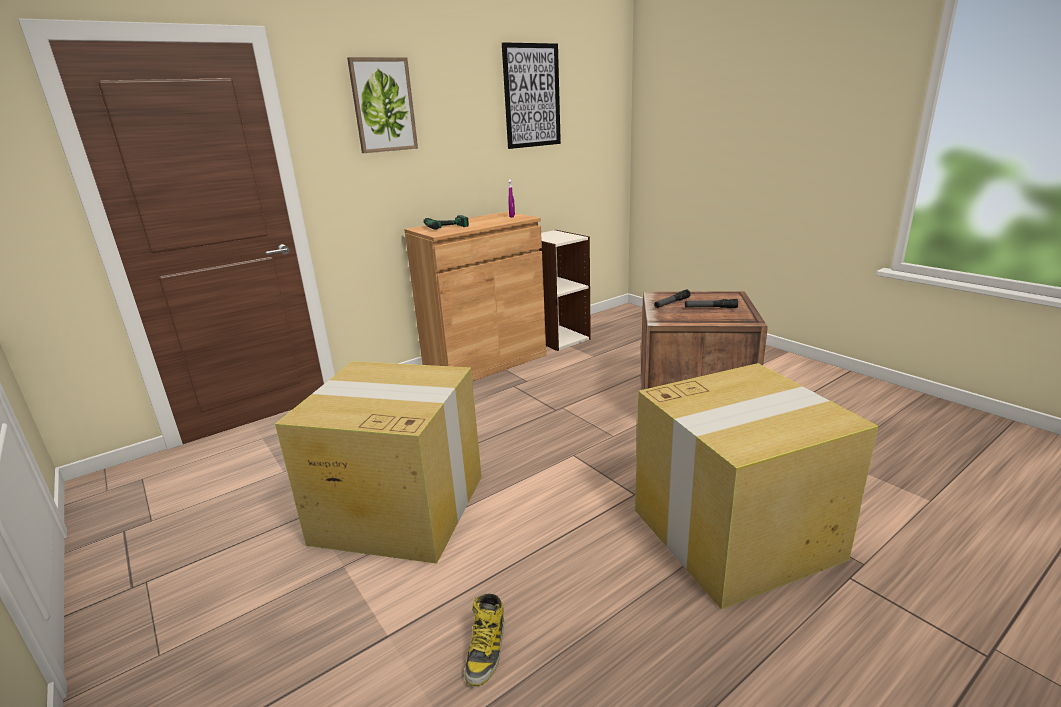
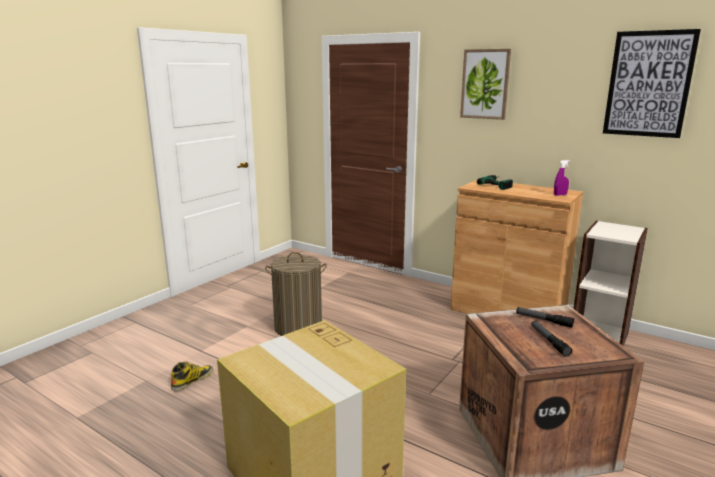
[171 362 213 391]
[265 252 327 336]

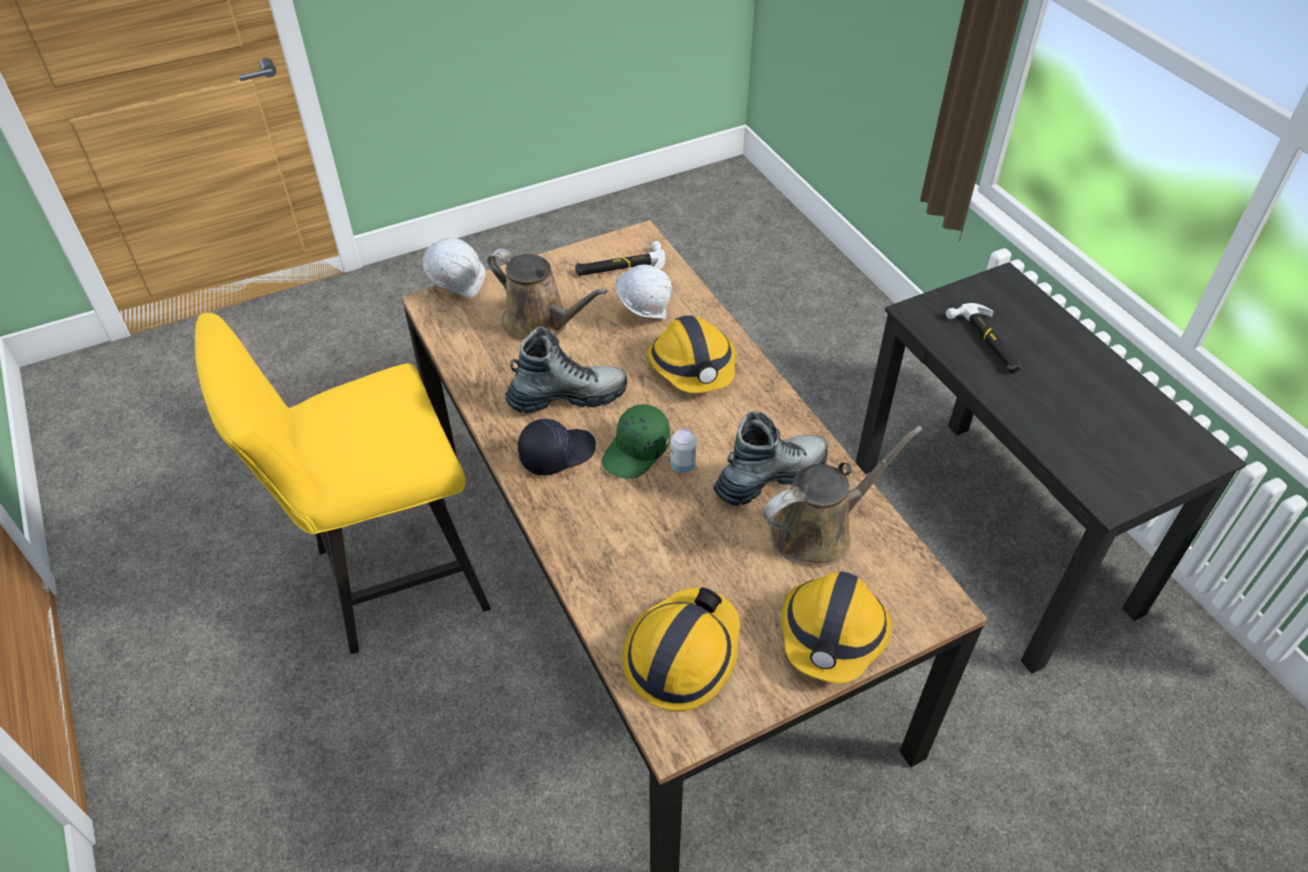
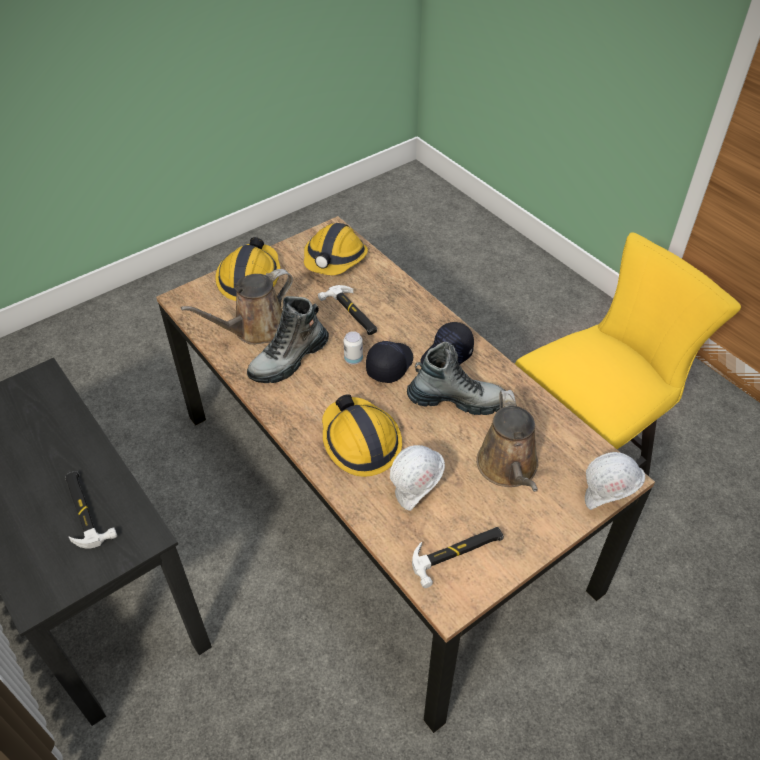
[318 285 377 335]
[366 341 413 383]
[407 342 506 415]
[476 390 538 492]

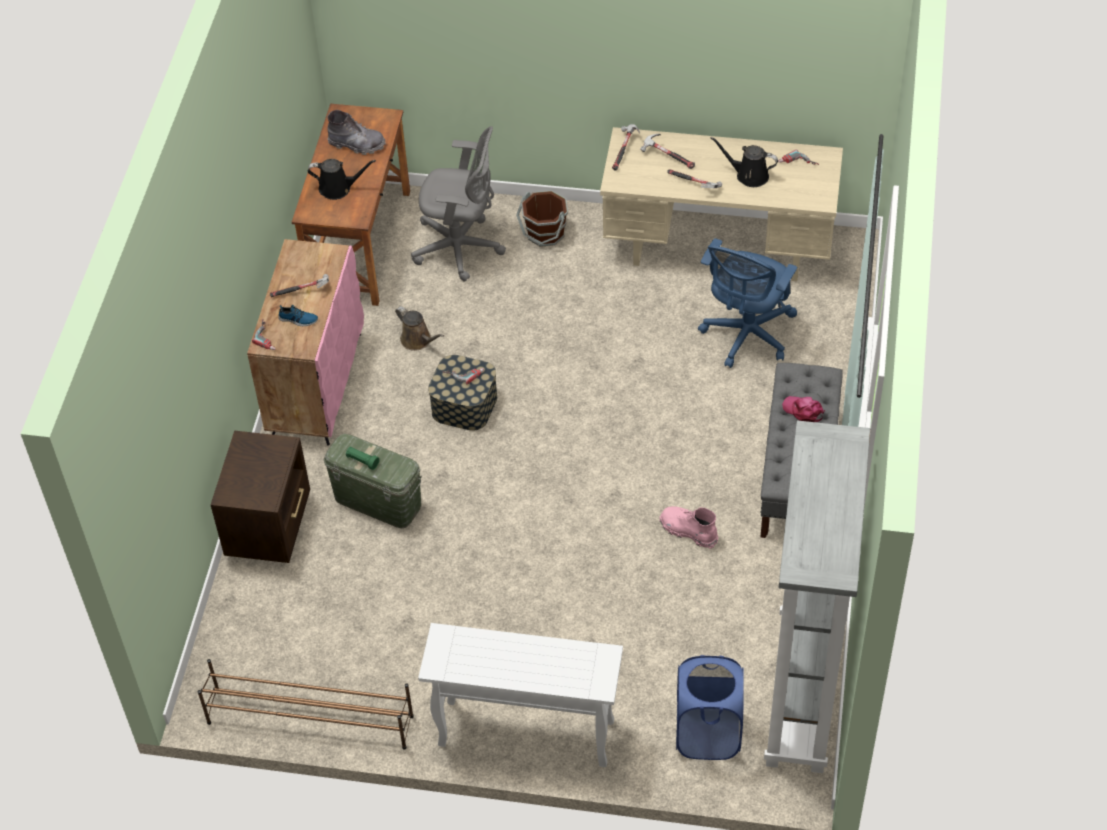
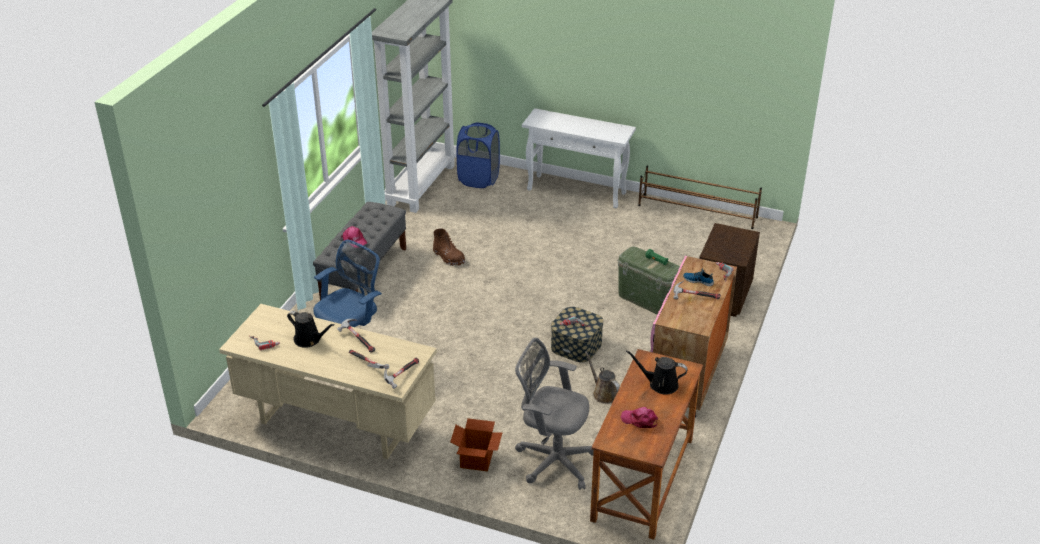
[433 228 465 266]
[450 418 502 471]
[621 407 658 428]

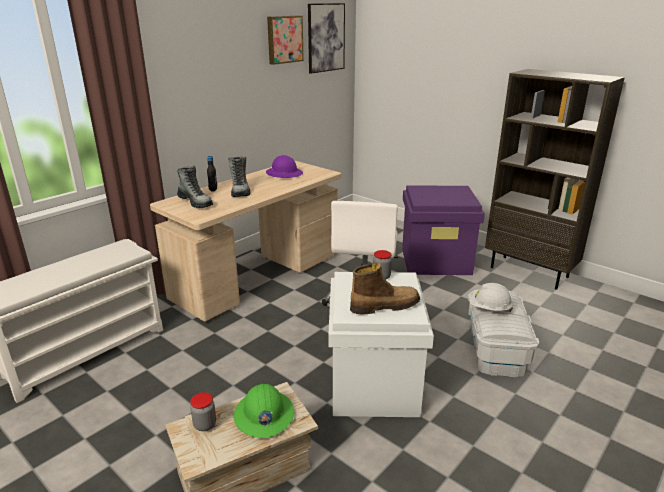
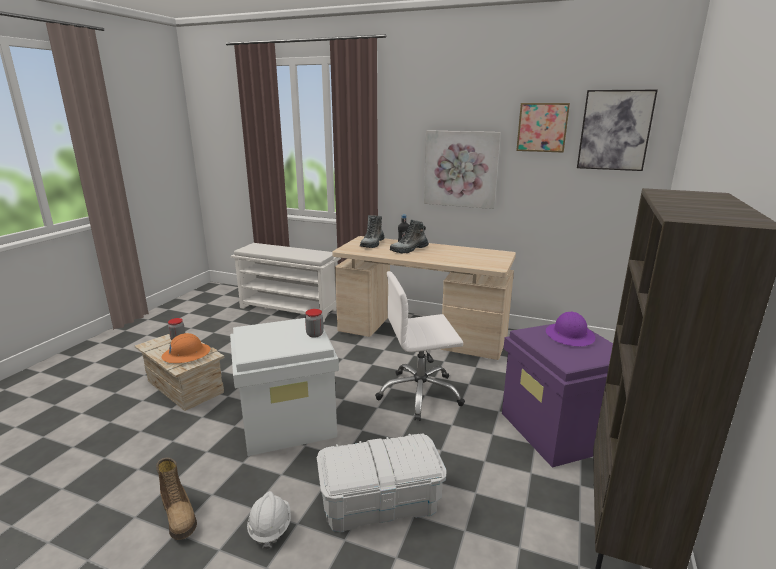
[156 458 197 540]
[162 333 211 363]
[247 491 291 549]
[424 130 501 209]
[546 311 595 346]

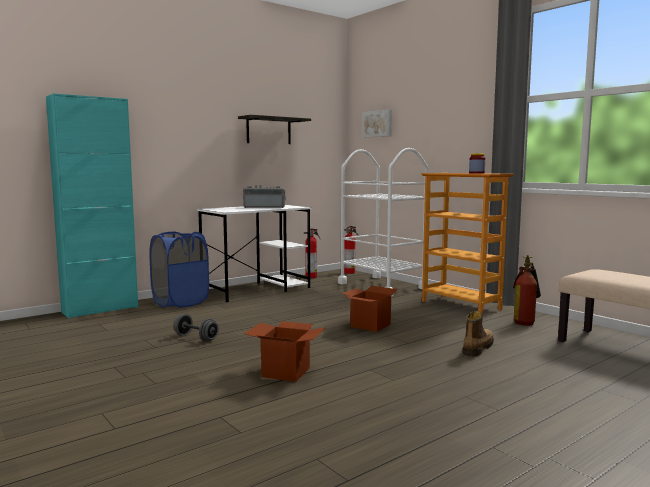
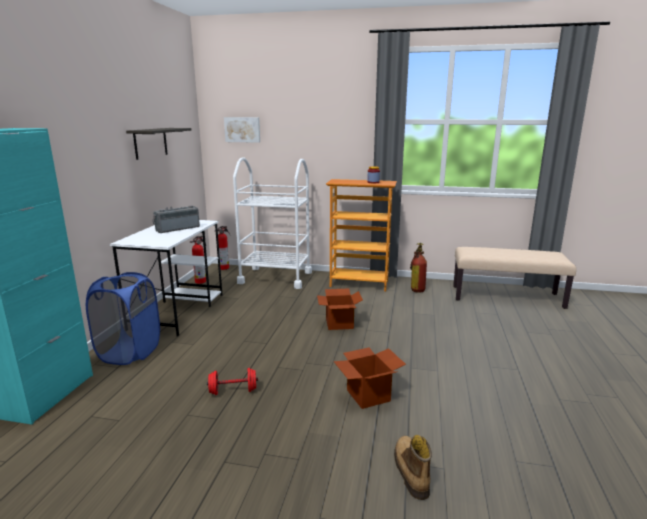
[207 368 258 395]
[394 435 432 500]

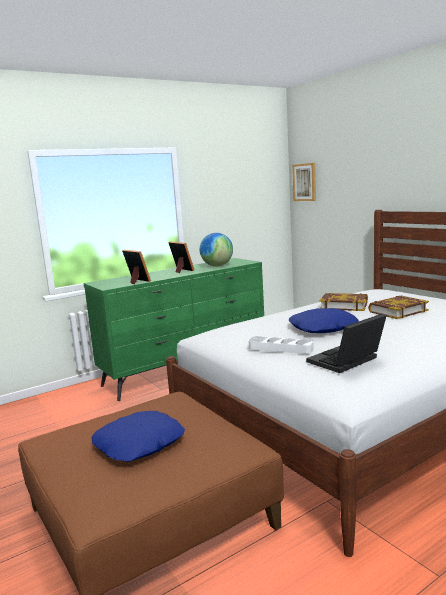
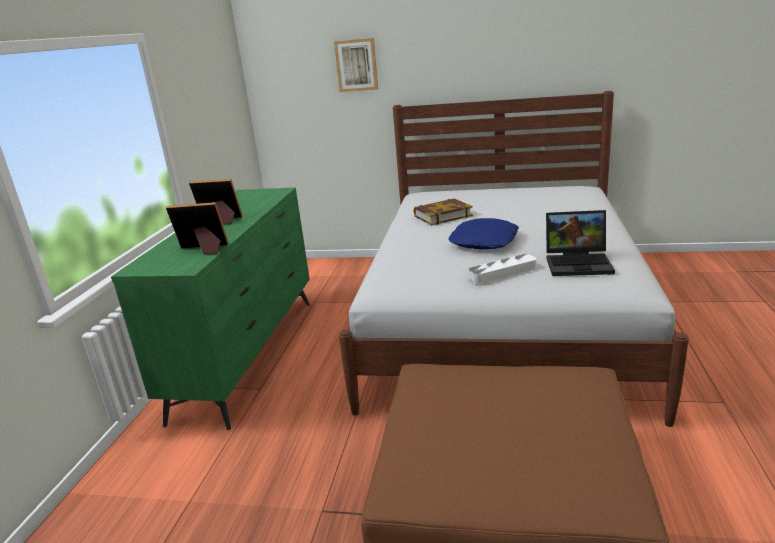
[334 38 378 92]
[546 210 615 276]
[92 411 185 462] (first image)
[200 233 233 266] (first image)
[368 296 429 319] (first image)

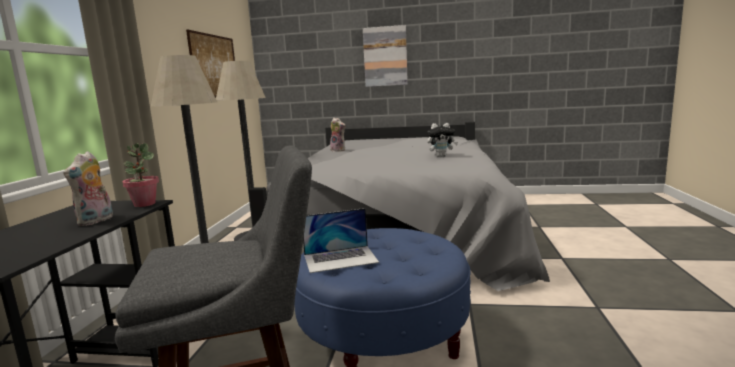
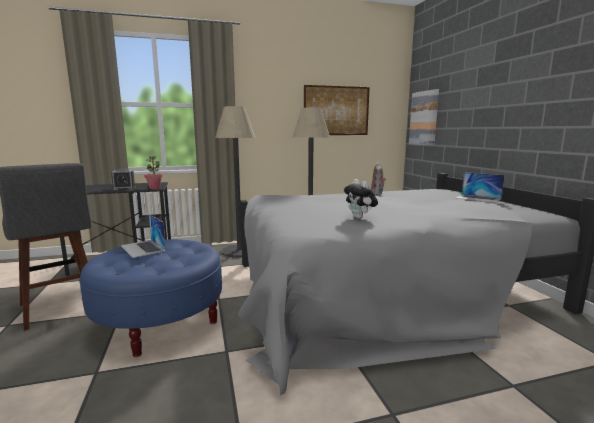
[111 168 136 190]
[409 89 439 146]
[456 172 505 203]

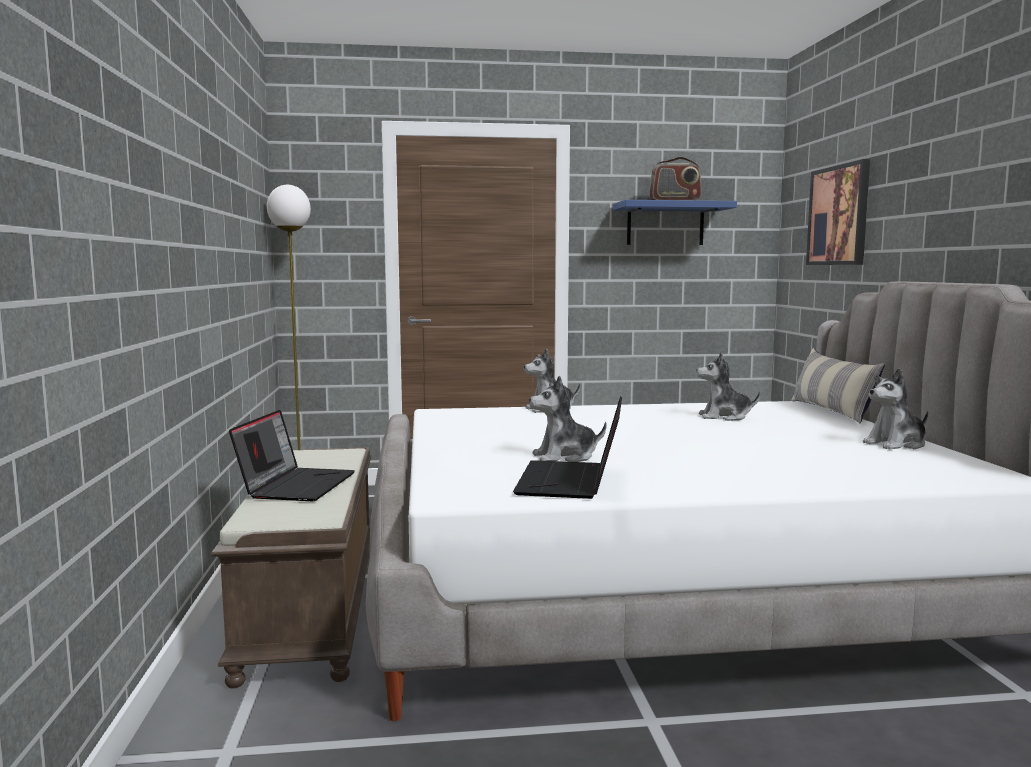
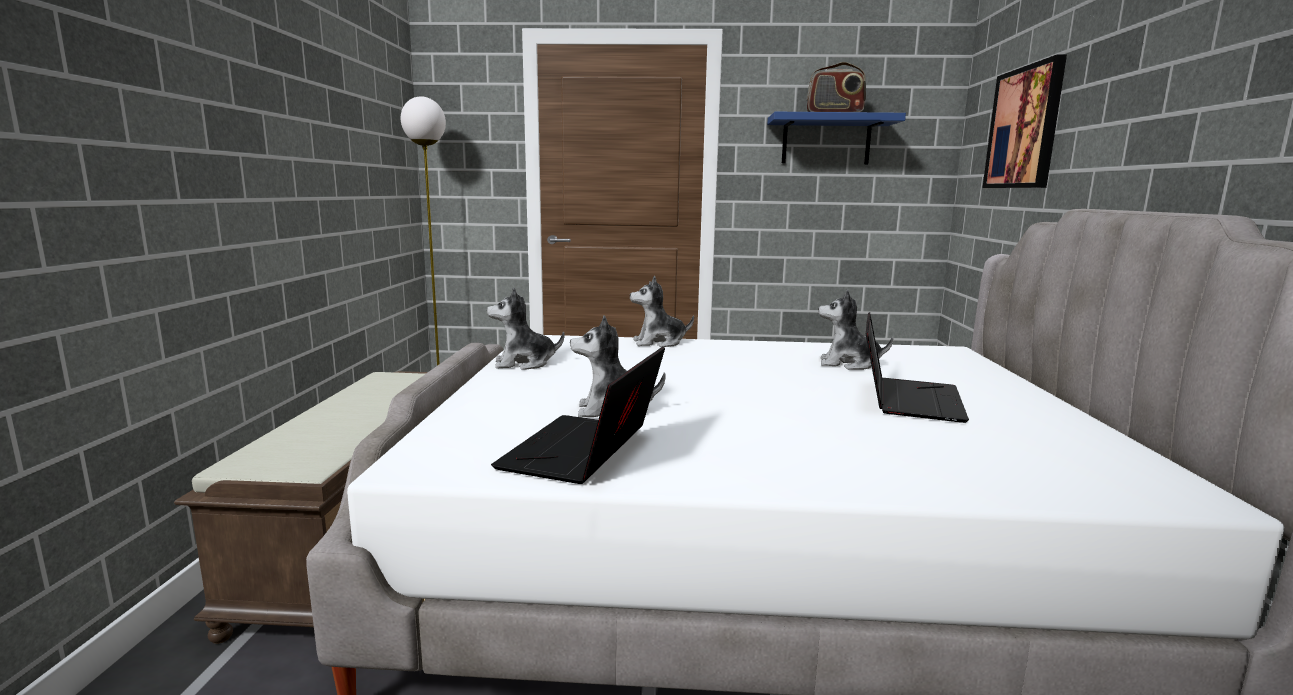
[487 287 565 370]
[866 312 969 423]
[791 349 885 423] (first image)

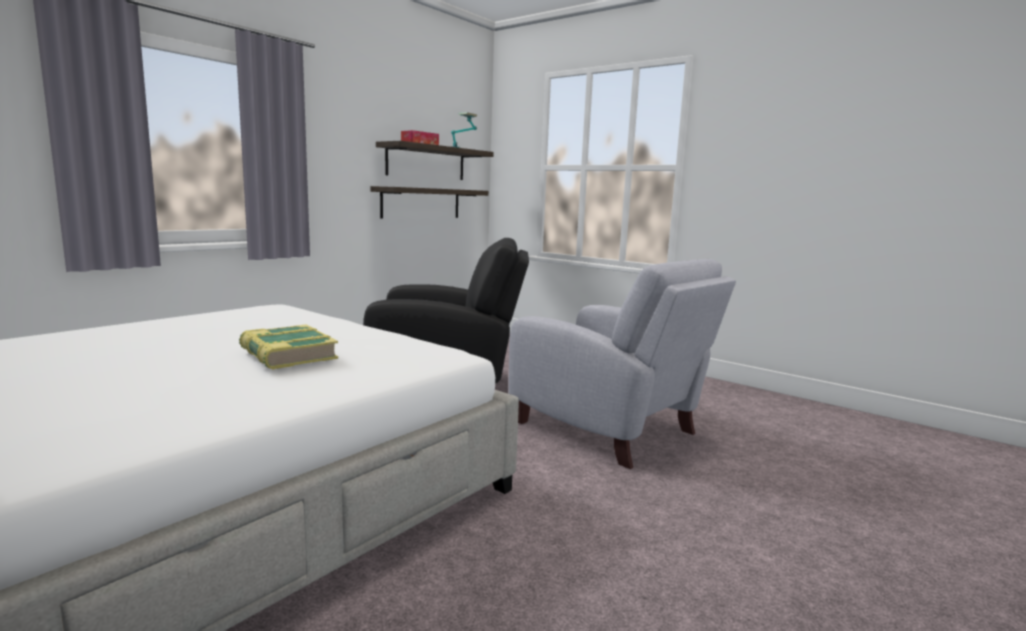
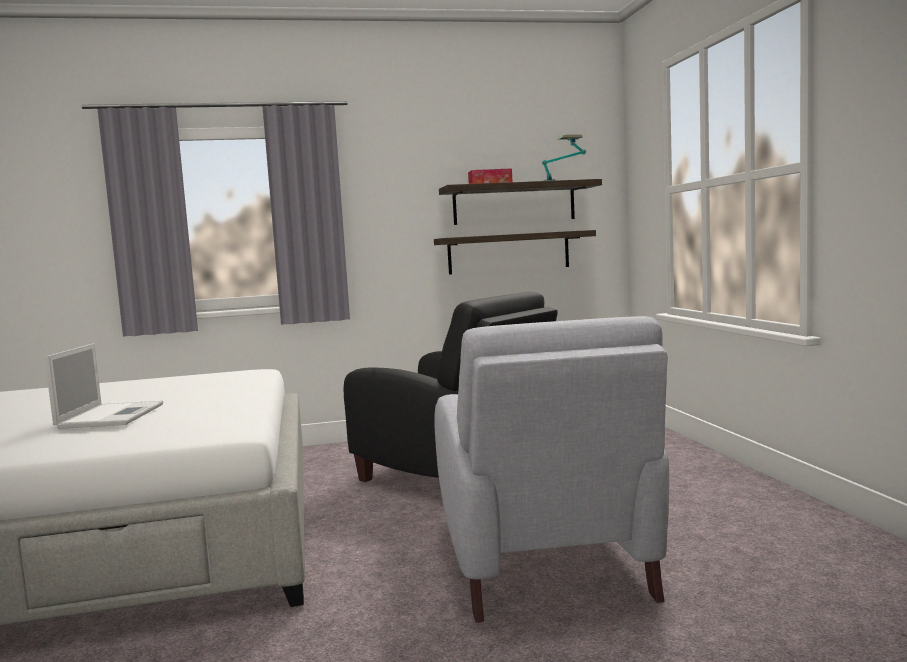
[45 343 163 429]

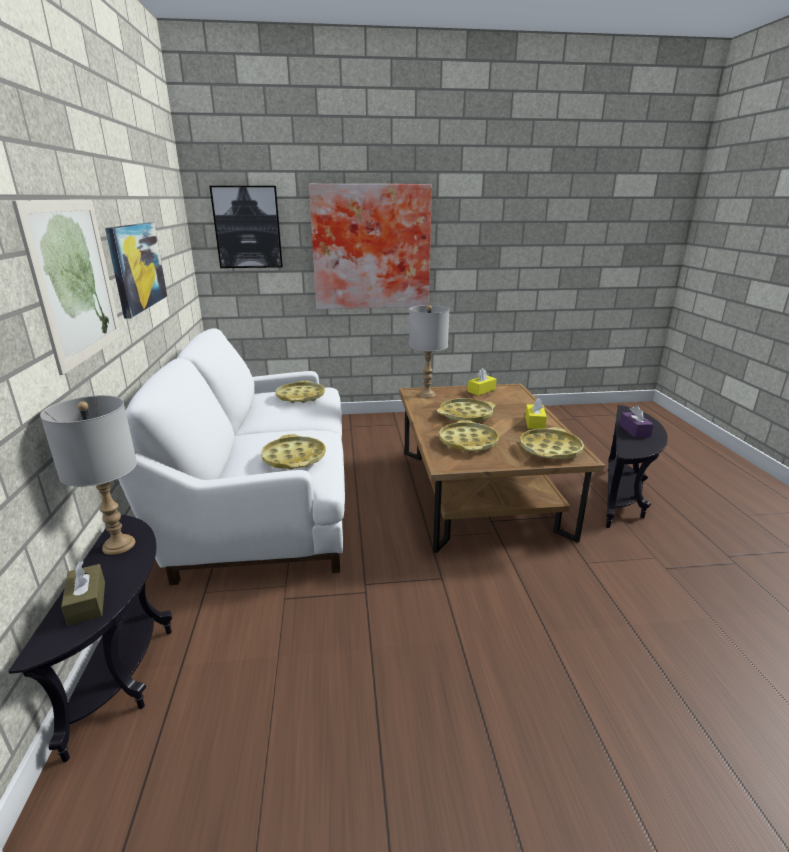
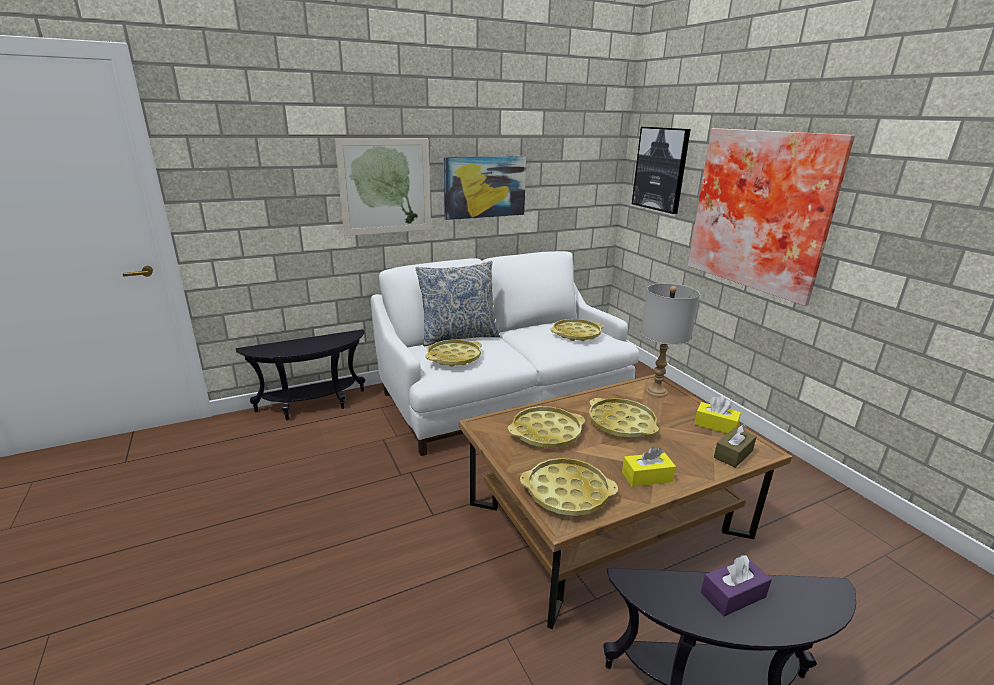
[415 261 500 346]
[714 424 757 468]
[40 395 137 555] (first image)

